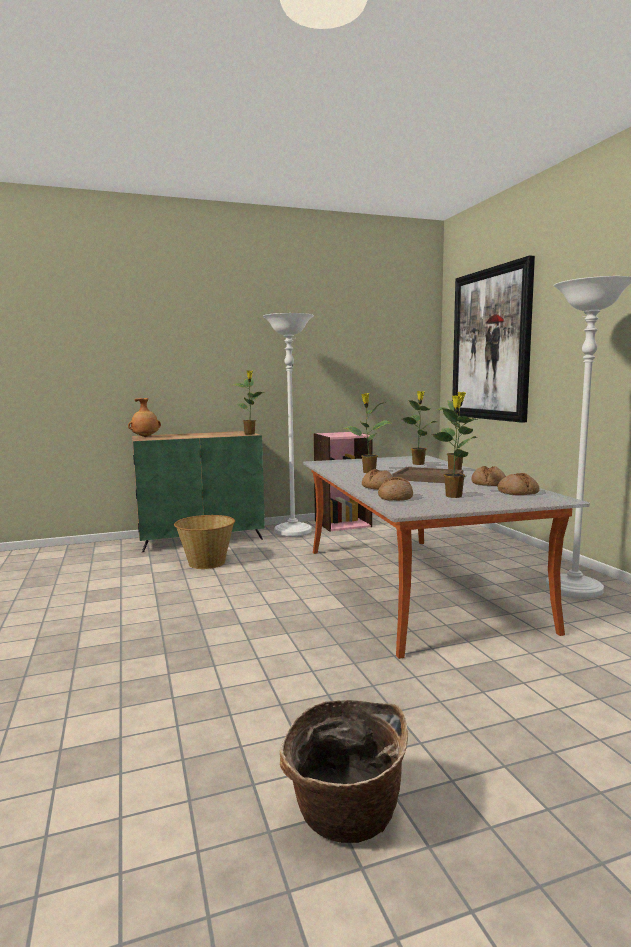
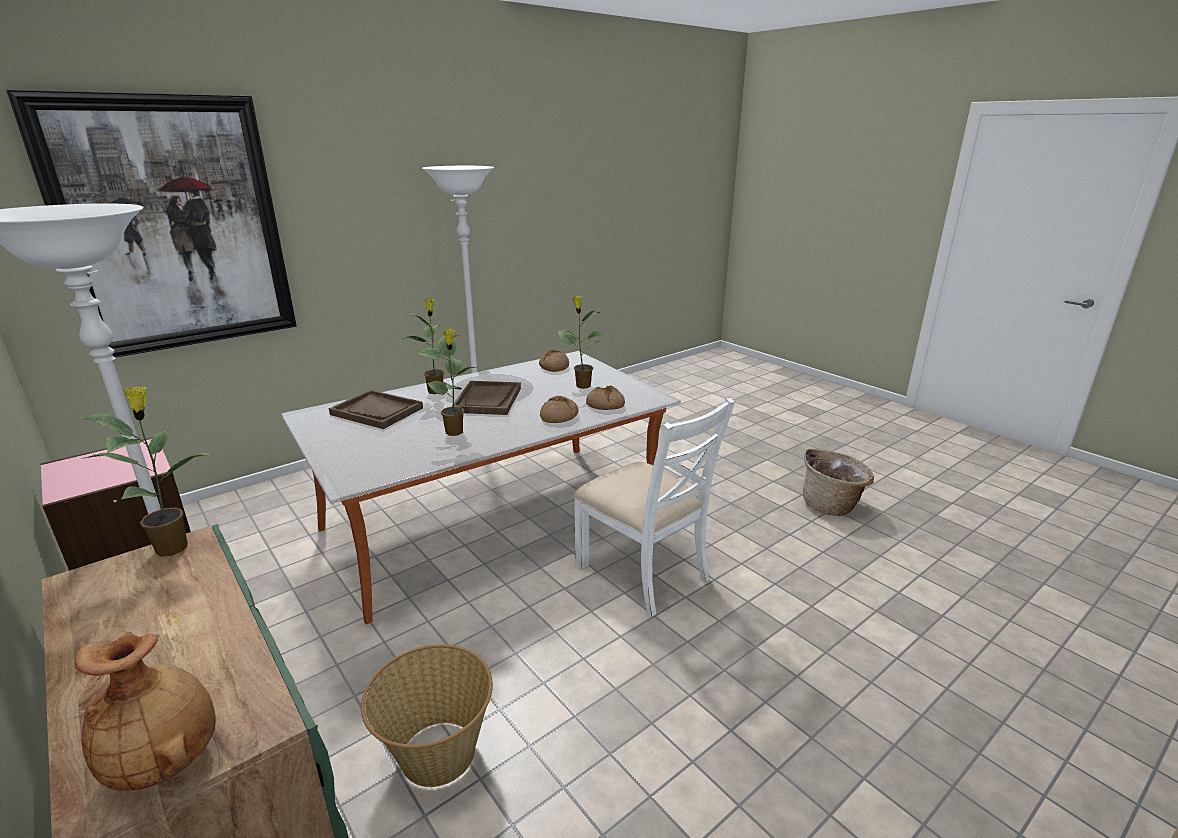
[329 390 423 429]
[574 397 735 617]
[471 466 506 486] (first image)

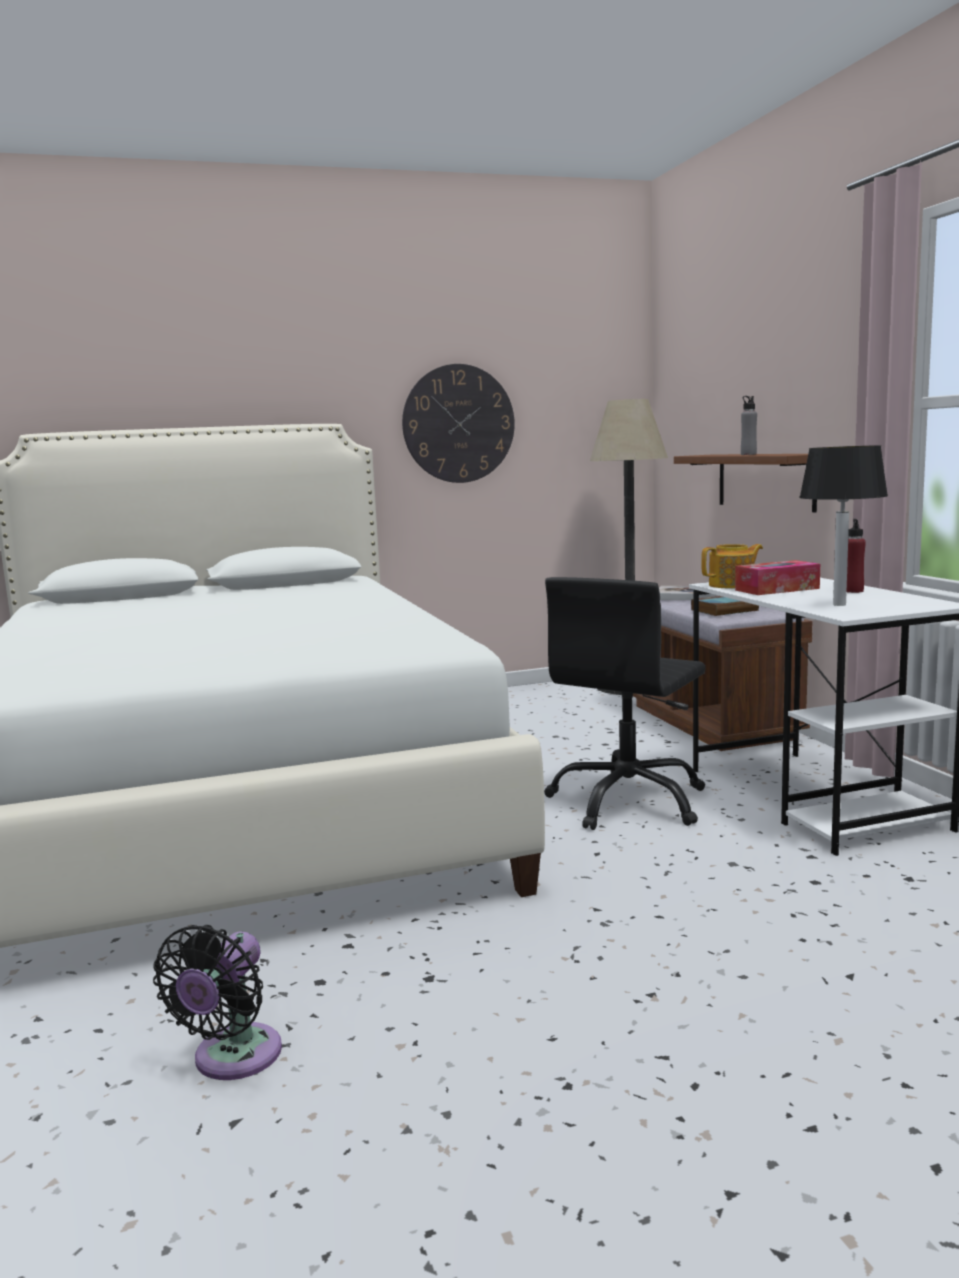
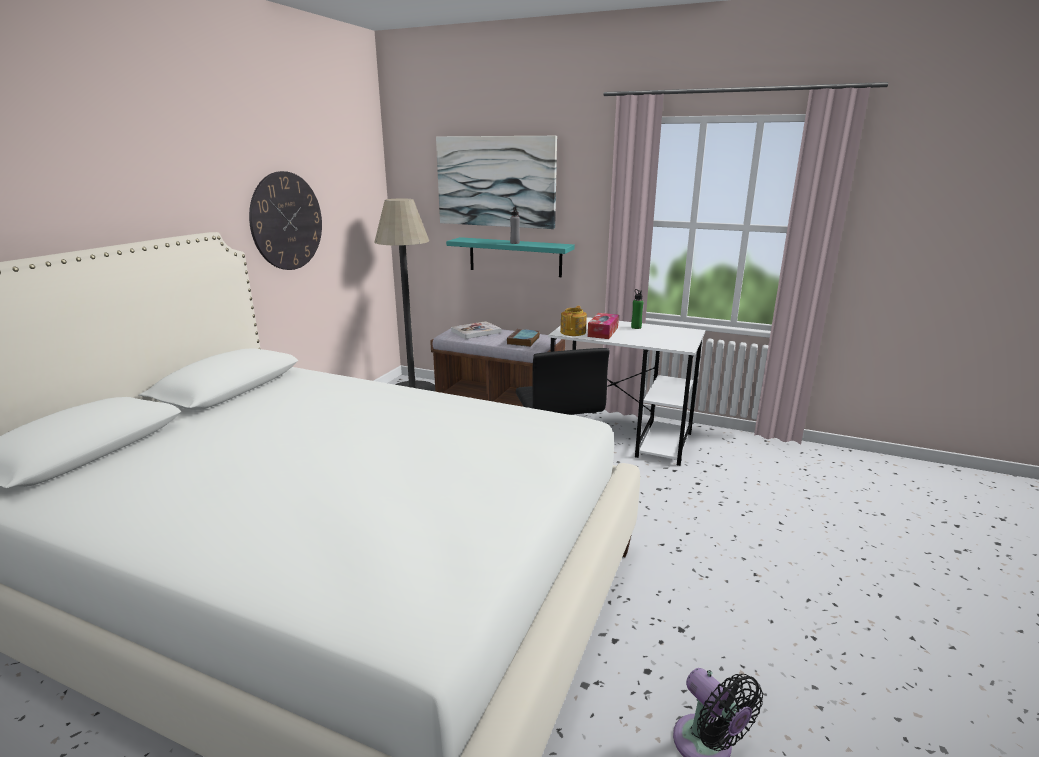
[436 136 557 229]
[446 237 575 277]
[631 289 643 329]
[799 445 888 606] (first image)

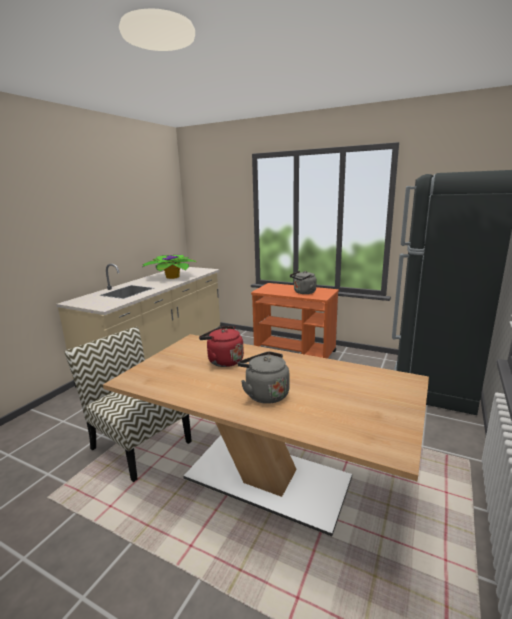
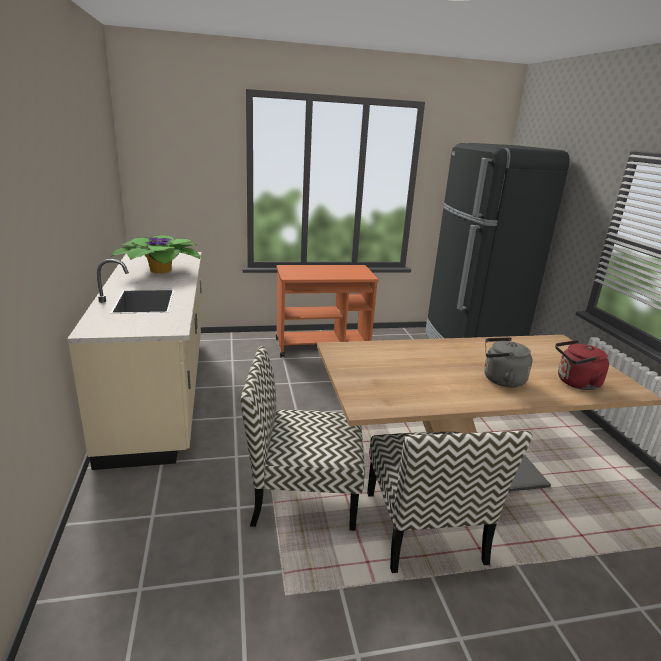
[367 431 532 573]
[555 340 609 390]
[290 271 317 294] (first image)

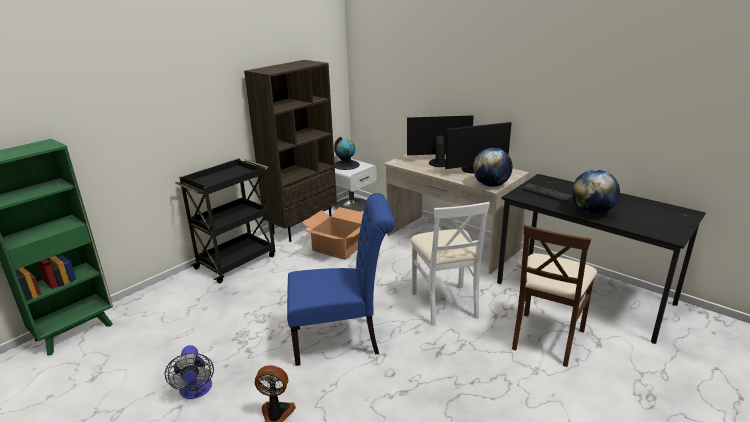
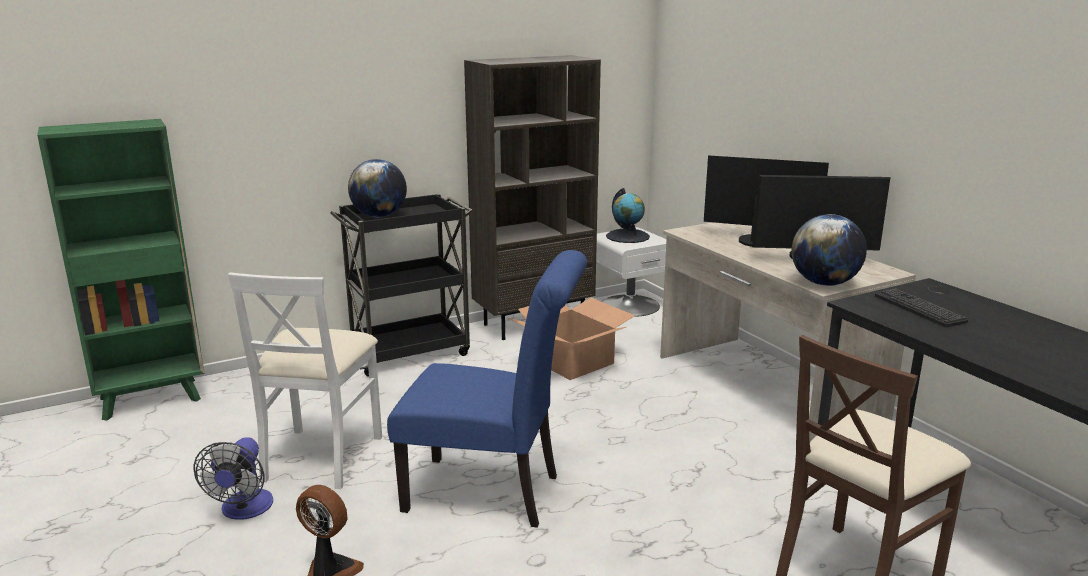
[228 272 382 489]
[348 159 407 217]

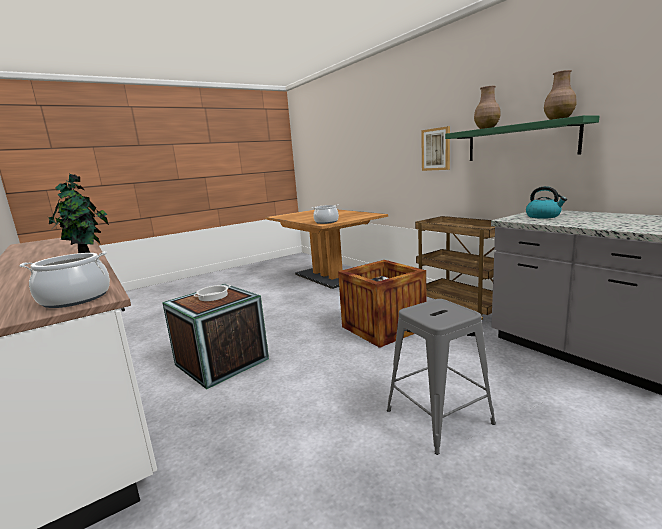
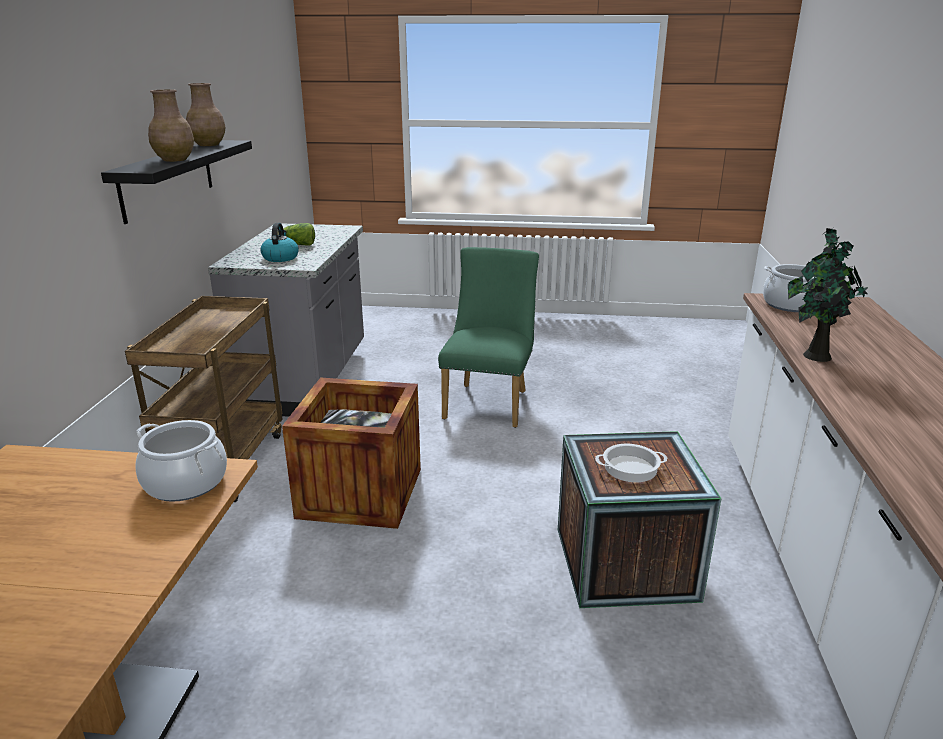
[101 140 252 224]
[277 223 315 246]
[438 247 539 428]
[421 126 450 171] (first image)

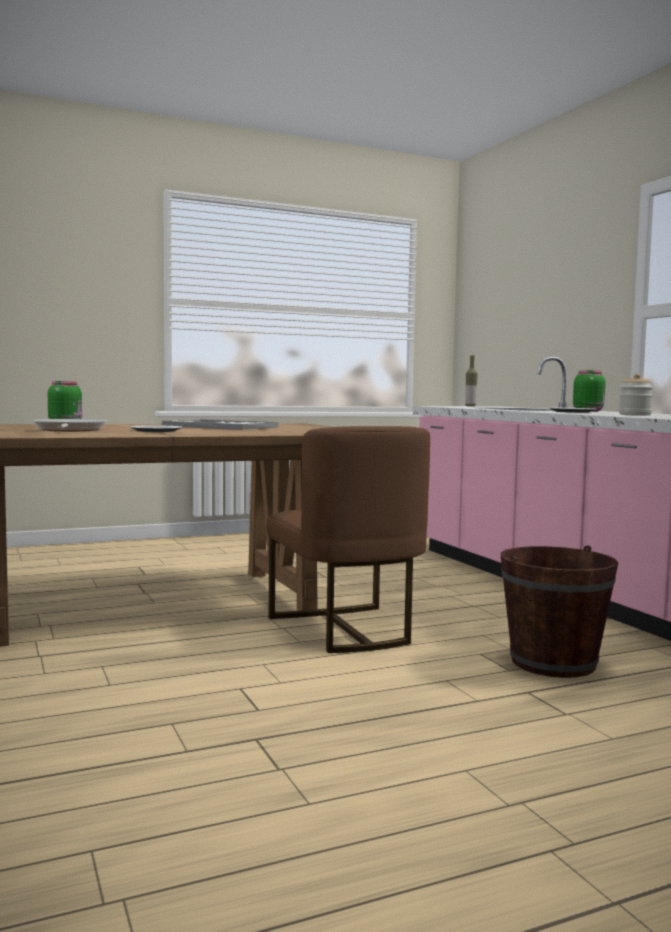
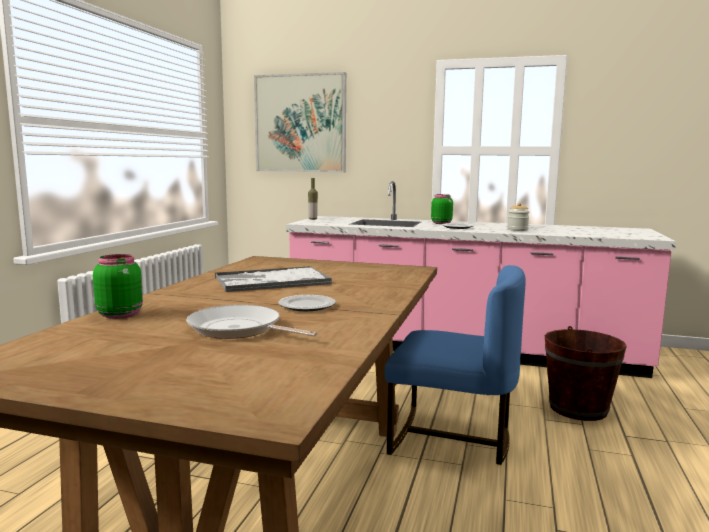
[254 72 346 173]
[385 265 526 465]

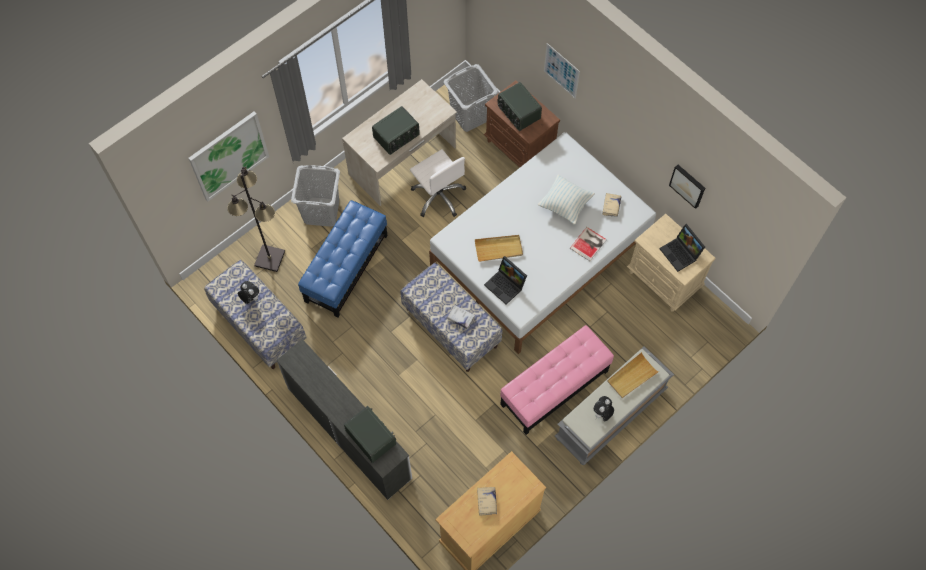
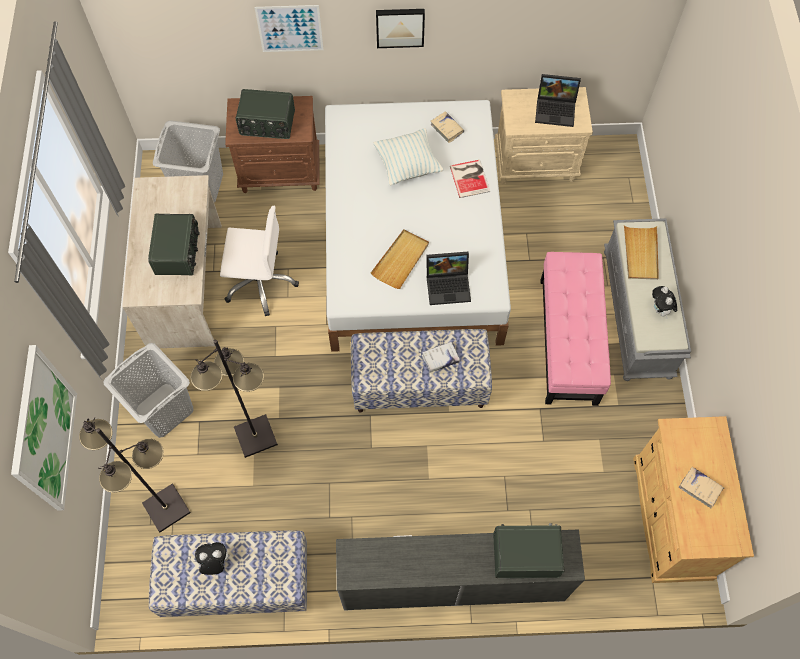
[190 340 278 458]
[376 9 425 48]

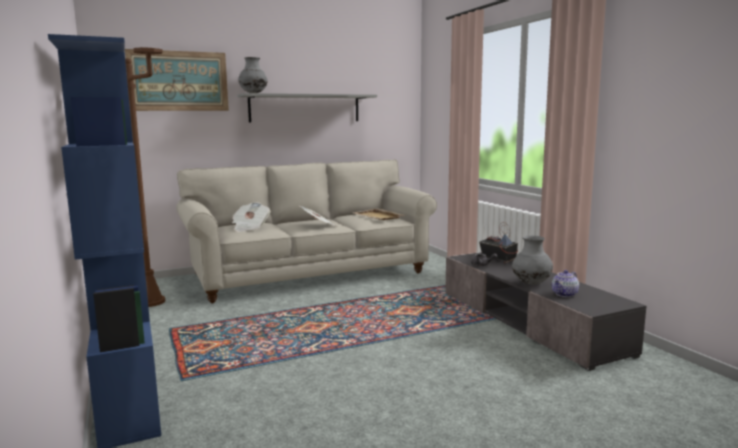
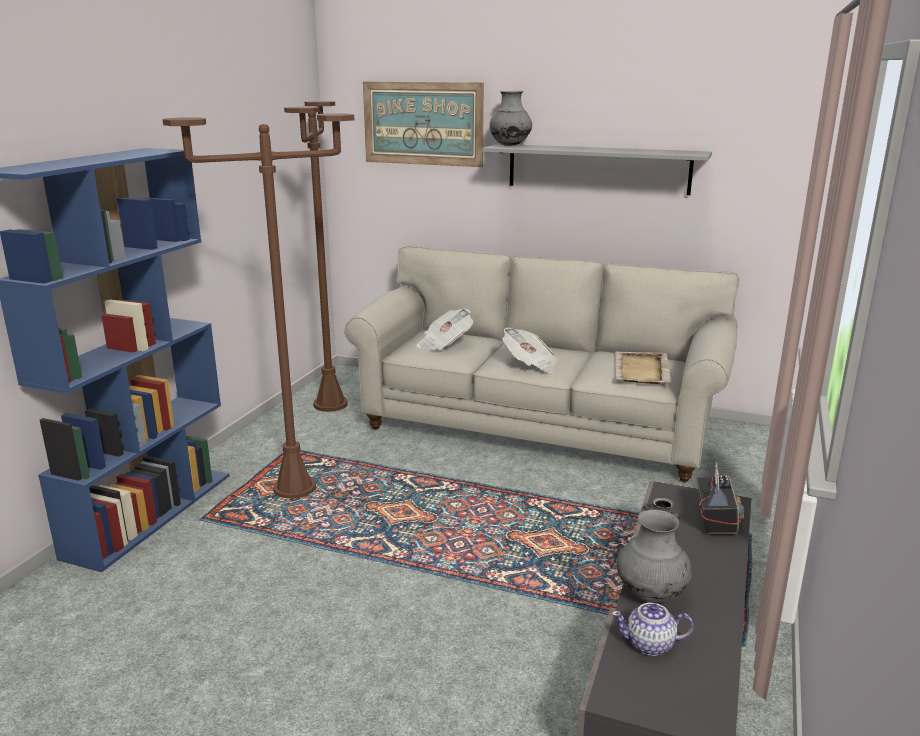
[162 113 354 499]

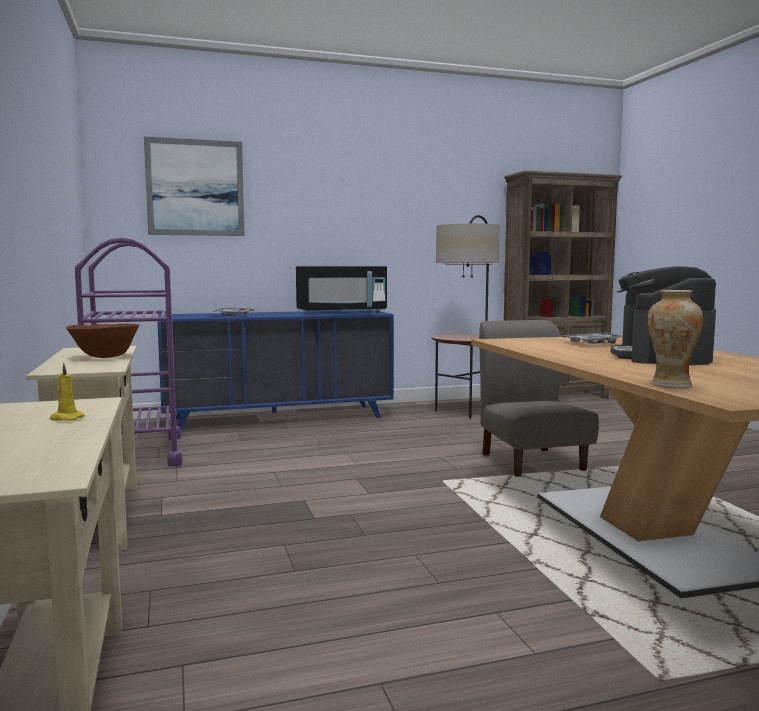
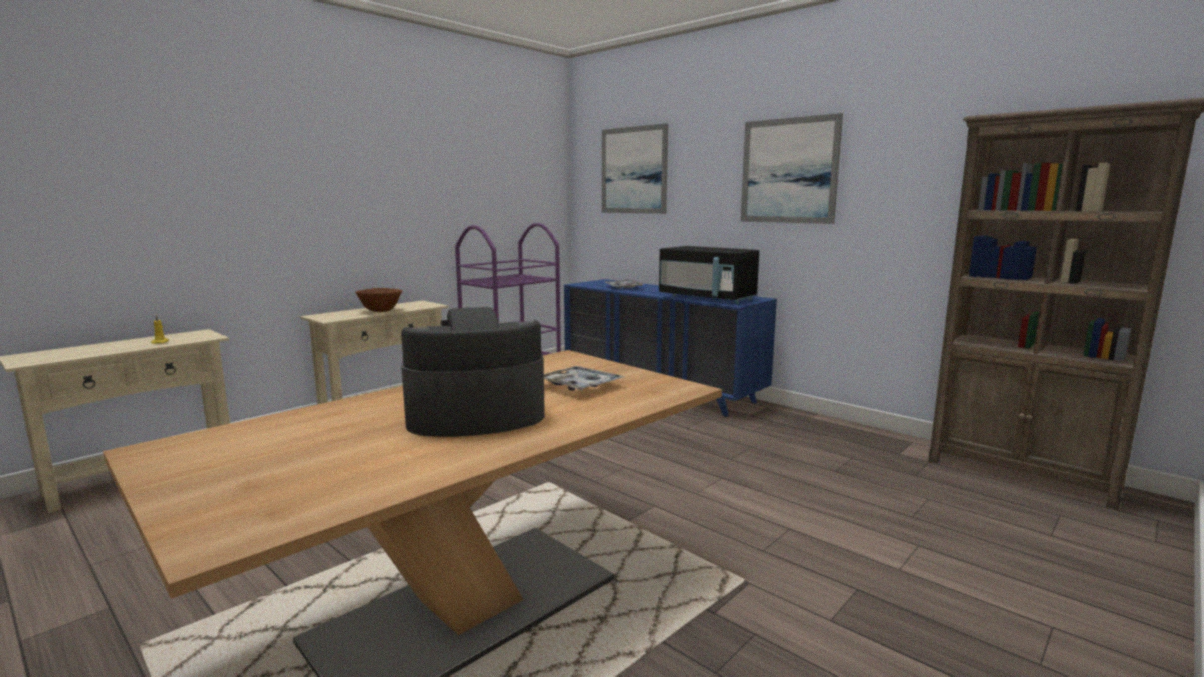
[741 113 843 224]
[431 215 500 418] (first image)
[479 320 599 477] (first image)
[648 290 703 388] (first image)

